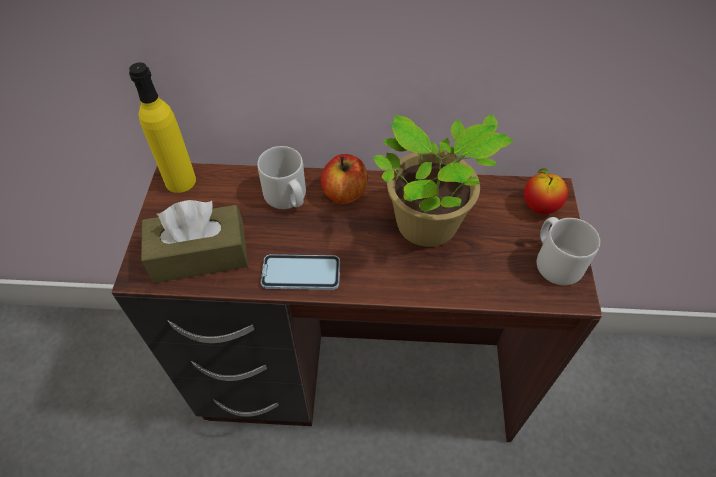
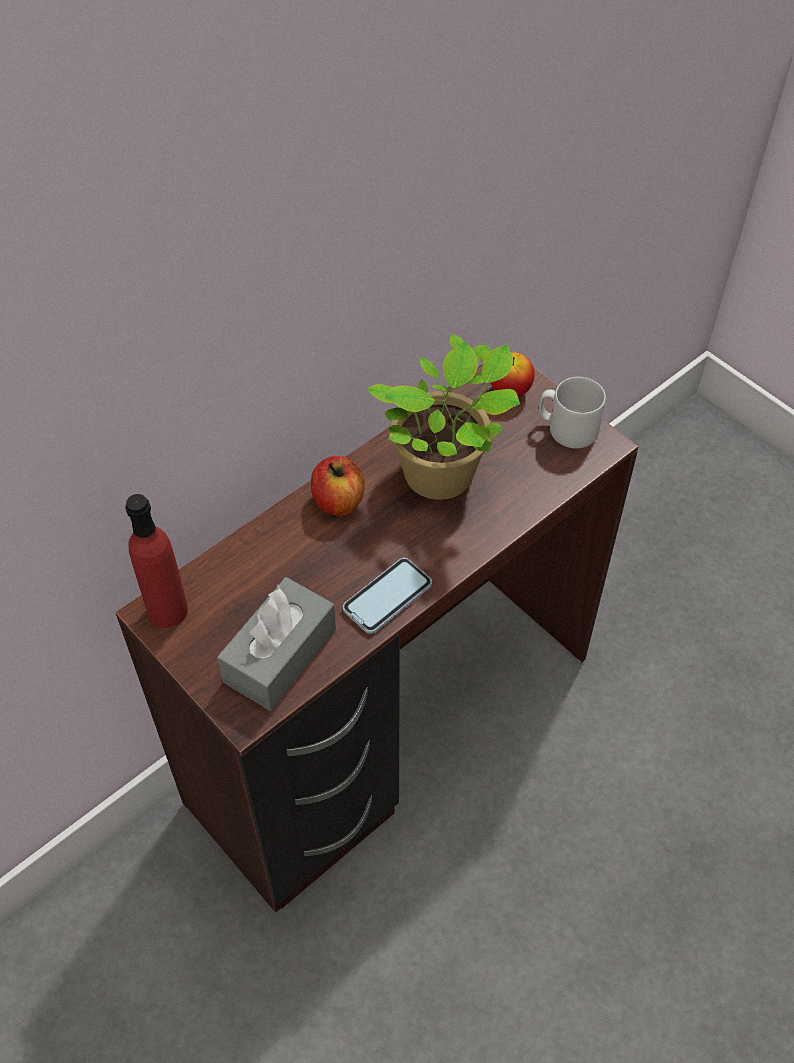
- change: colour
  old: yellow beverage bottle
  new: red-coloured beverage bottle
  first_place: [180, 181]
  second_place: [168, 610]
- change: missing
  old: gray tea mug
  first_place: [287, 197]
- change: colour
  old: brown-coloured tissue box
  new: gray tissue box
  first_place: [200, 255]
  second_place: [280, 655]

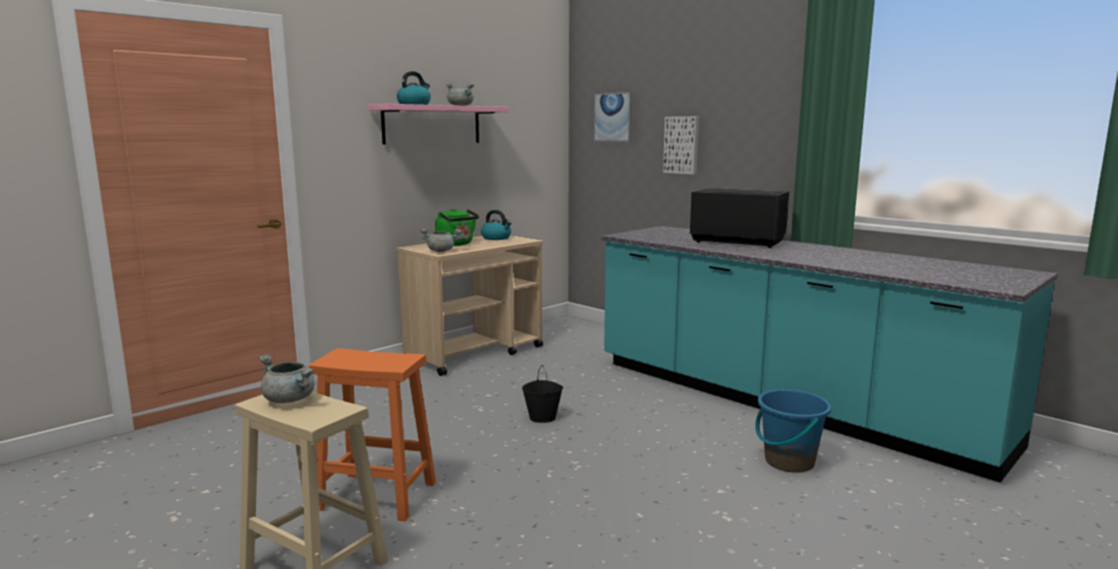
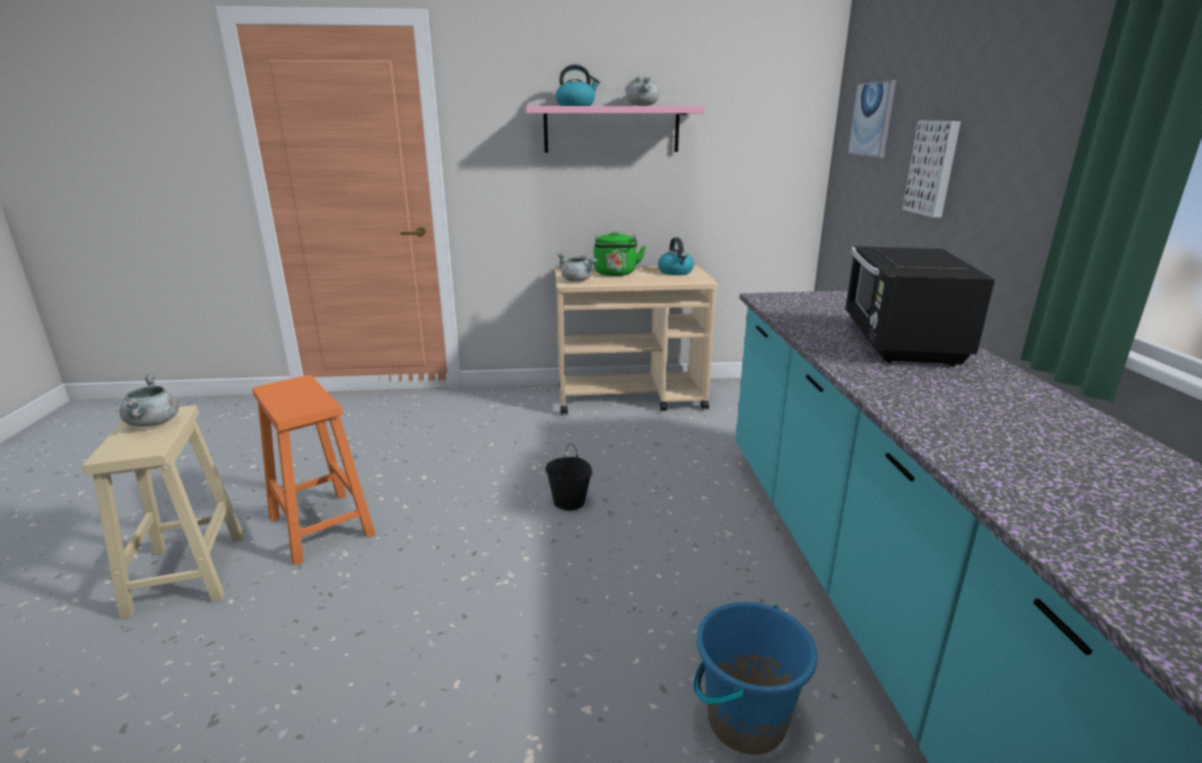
- change: spun
  old: black-coloured microwave
  first_place: [736, 242]
  second_place: [900, 343]
  degrees: -150

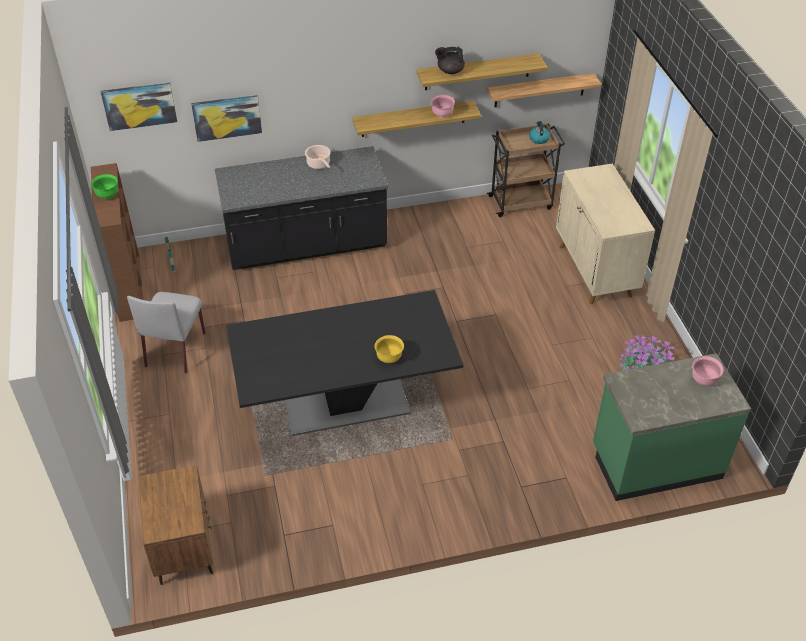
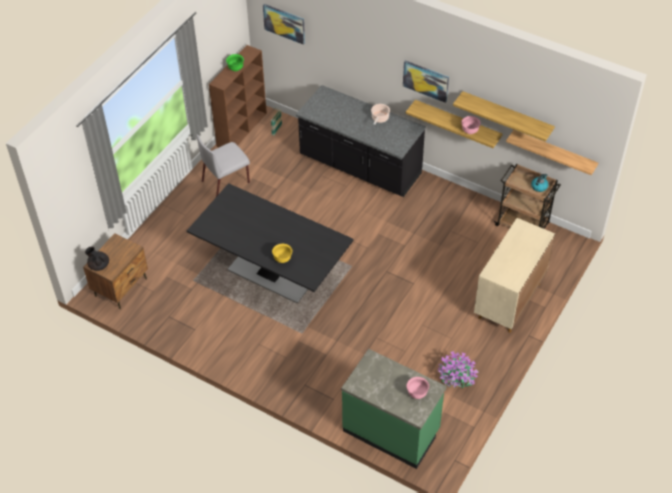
- change: relocated
  old: black-coloured pot for tea
  first_place: [450, 71]
  second_place: [99, 265]
- change: relocated
  old: picture
  first_place: [227, 117]
  second_place: [426, 80]

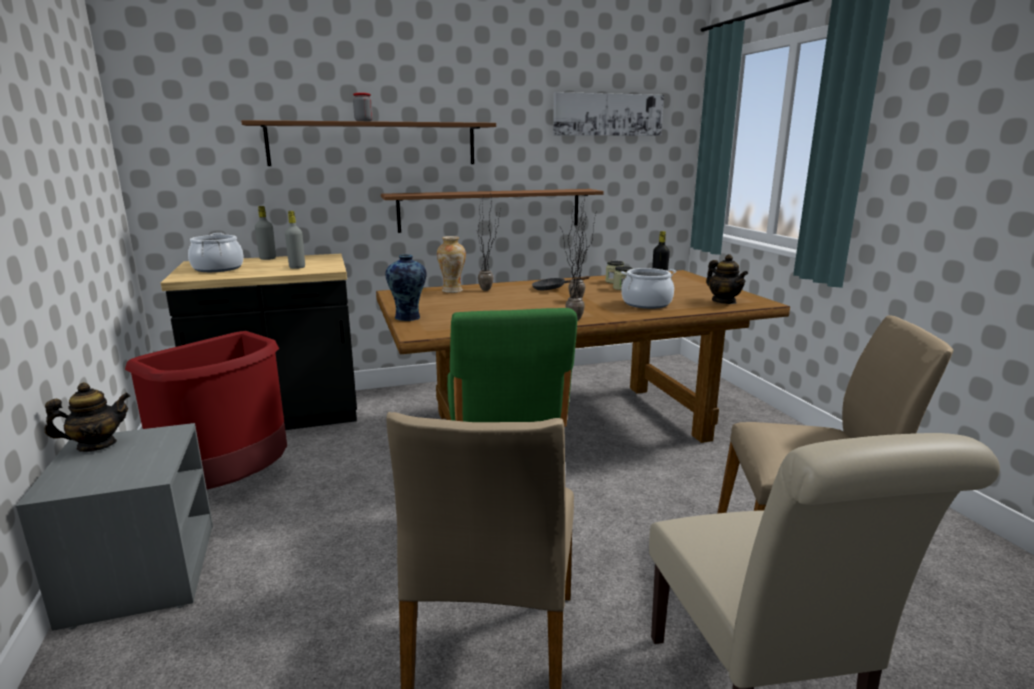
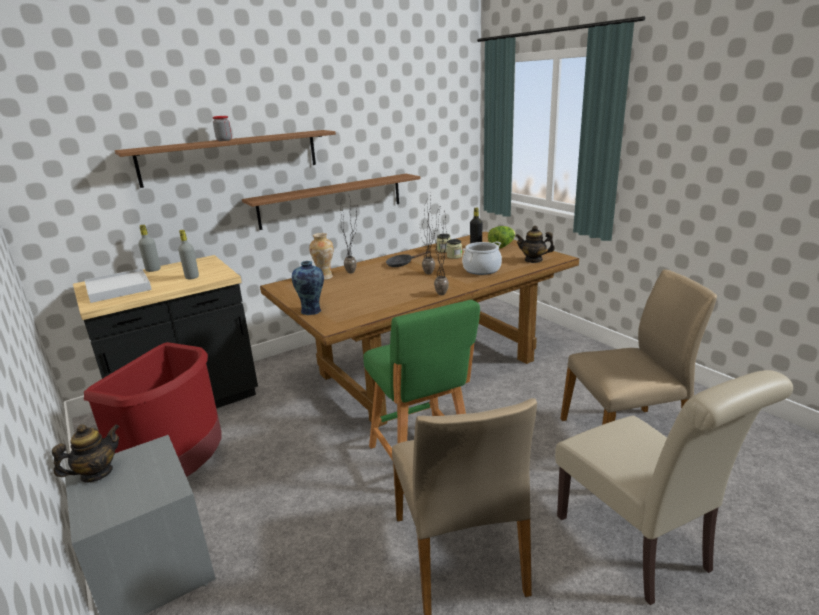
- change: missing
  old: picture
  first_place: [608, 115]
- change: exchanged
  old: cooking pot
  new: whitish tray
  first_place: [218, 268]
  second_place: [118, 288]
- change: spun
  old: pot for tea
  first_place: [724, 301]
  second_place: [533, 260]
  degrees: 150
- change: appeared
  new: head of lettuce
  second_place: [502, 246]

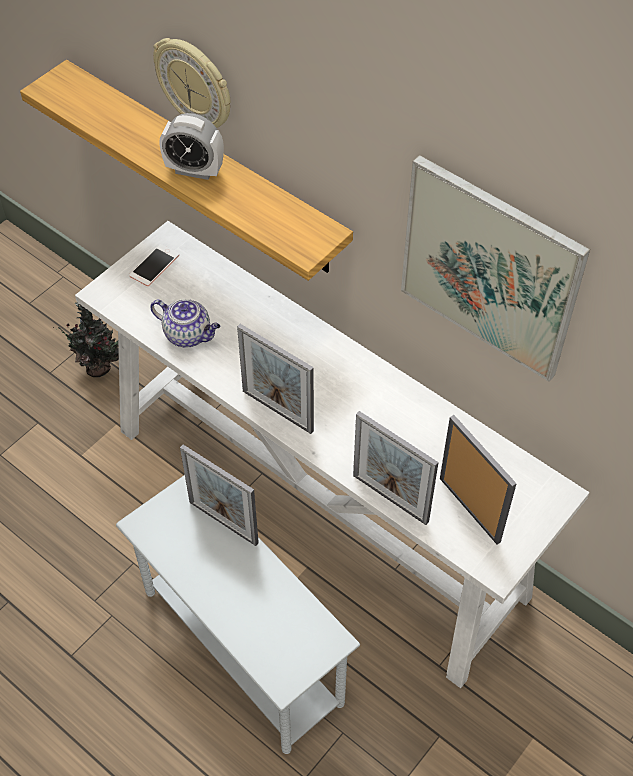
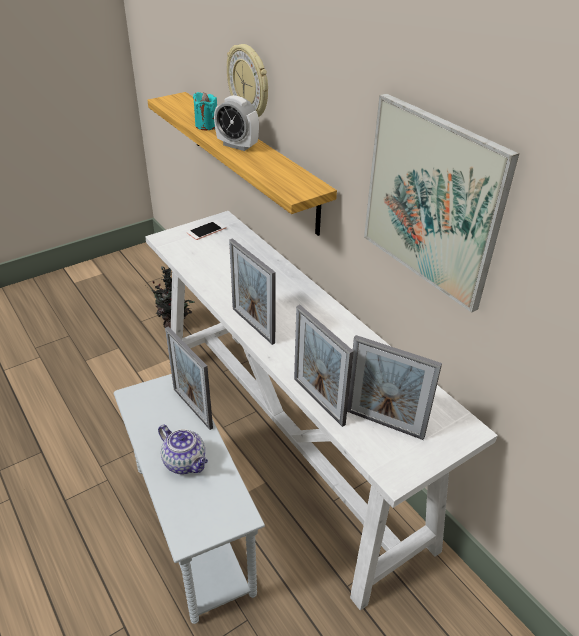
- change: relocated
  old: pot for tea
  first_place: [189, 335]
  second_place: [186, 462]
- change: spun
  old: photo frame
  first_place: [469, 509]
  second_place: [384, 424]
  degrees: 135
- change: appeared
  new: turquoise candle
  second_place: [206, 126]

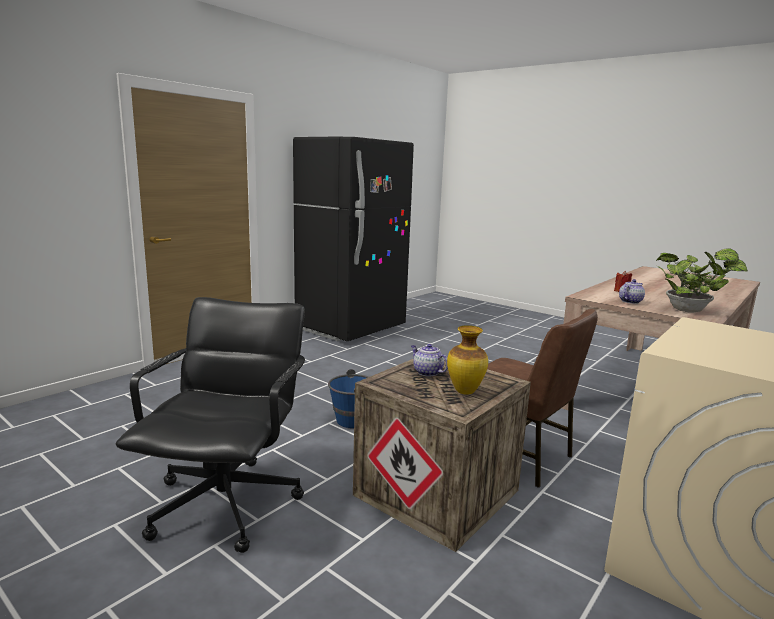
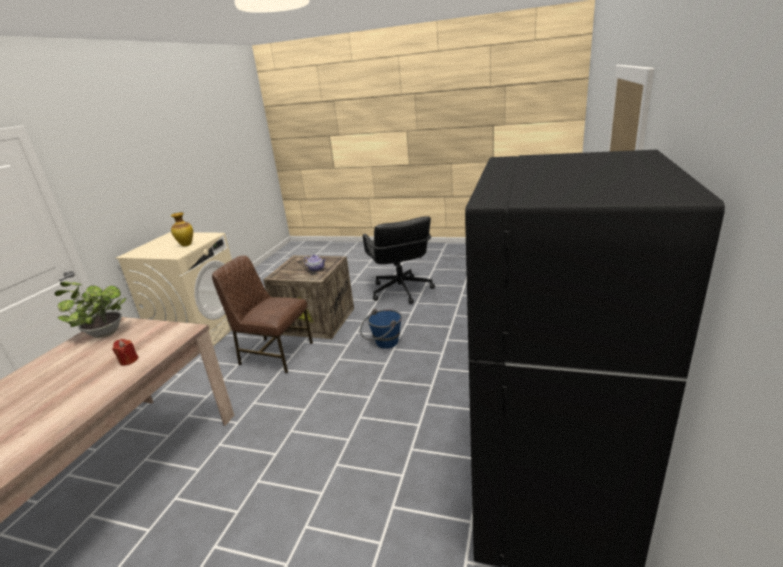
- change: missing
  old: pot for tea
  first_place: [630, 301]
- change: relocated
  old: decorative vase
  first_place: [465, 391]
  second_place: [186, 245]

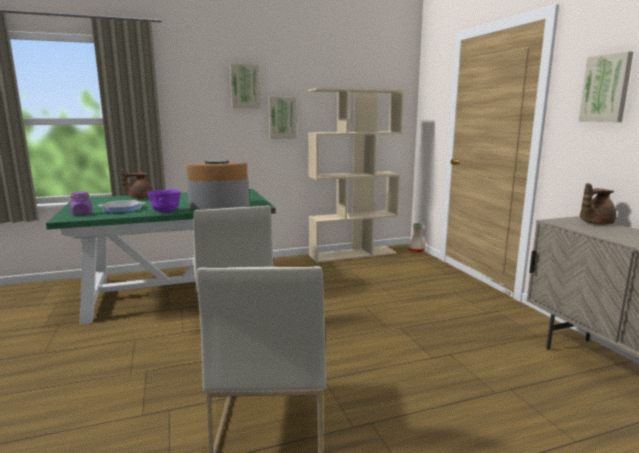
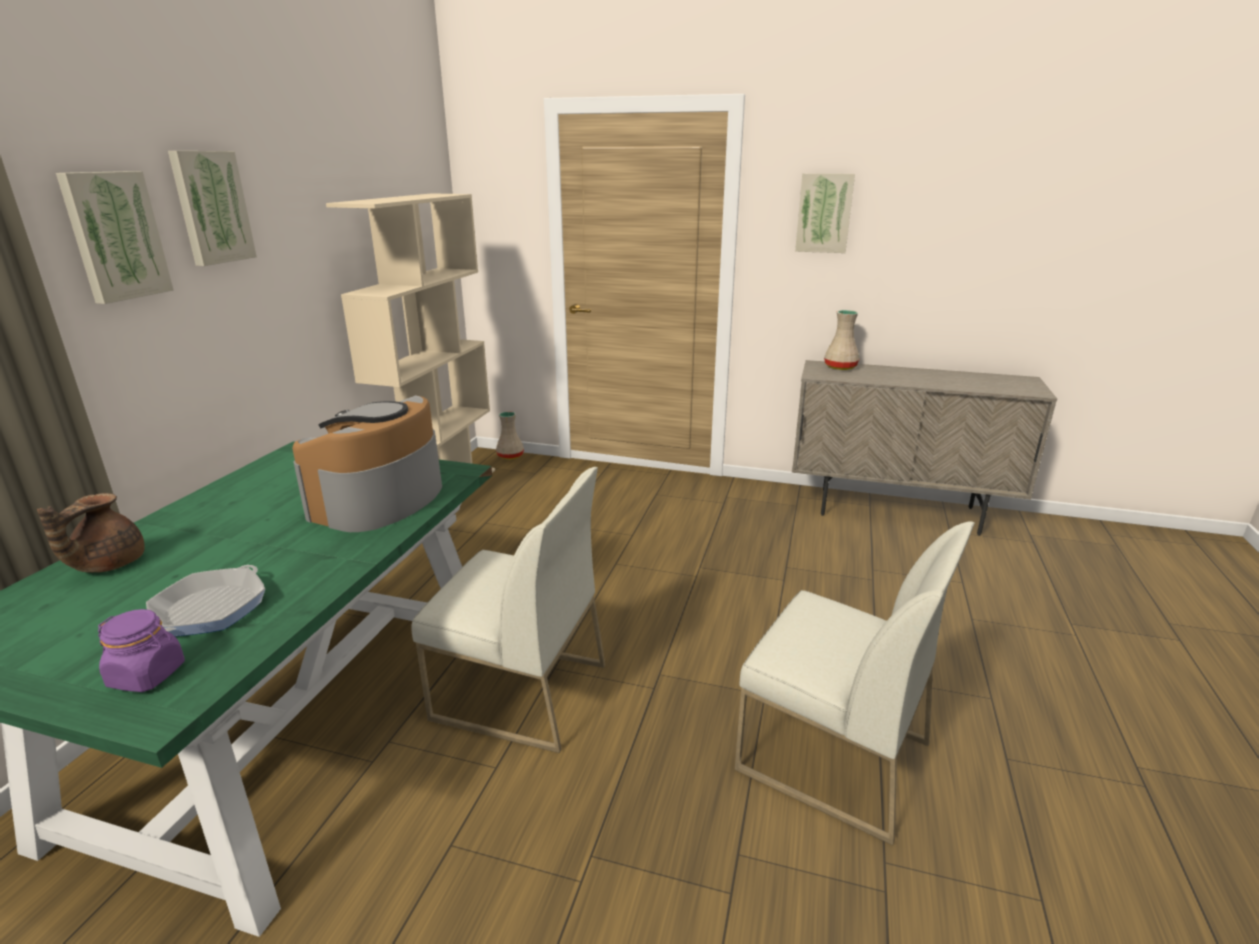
- change: relocated
  old: picture
  first_place: [282, 118]
  second_place: [115, 236]
- change: exchanged
  old: brown-coloured pot for tea
  new: beige decorative vase
  first_place: [594, 223]
  second_place: [839, 367]
- change: missing
  old: purplish serving bowl
  first_place: [165, 212]

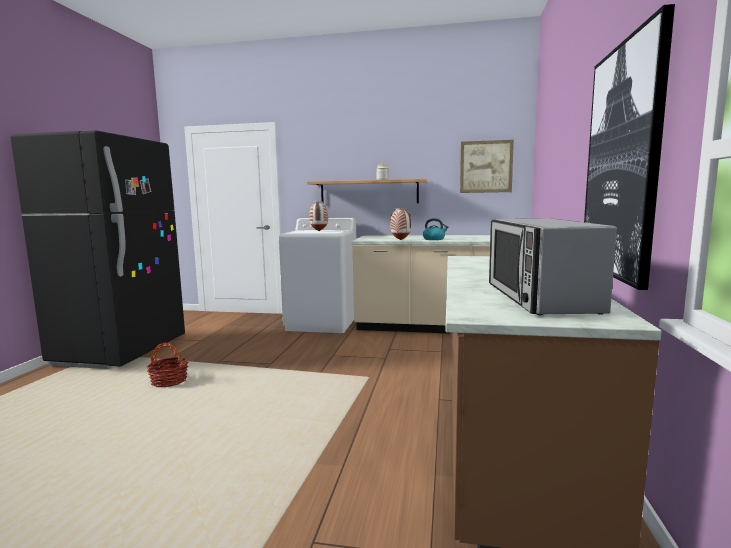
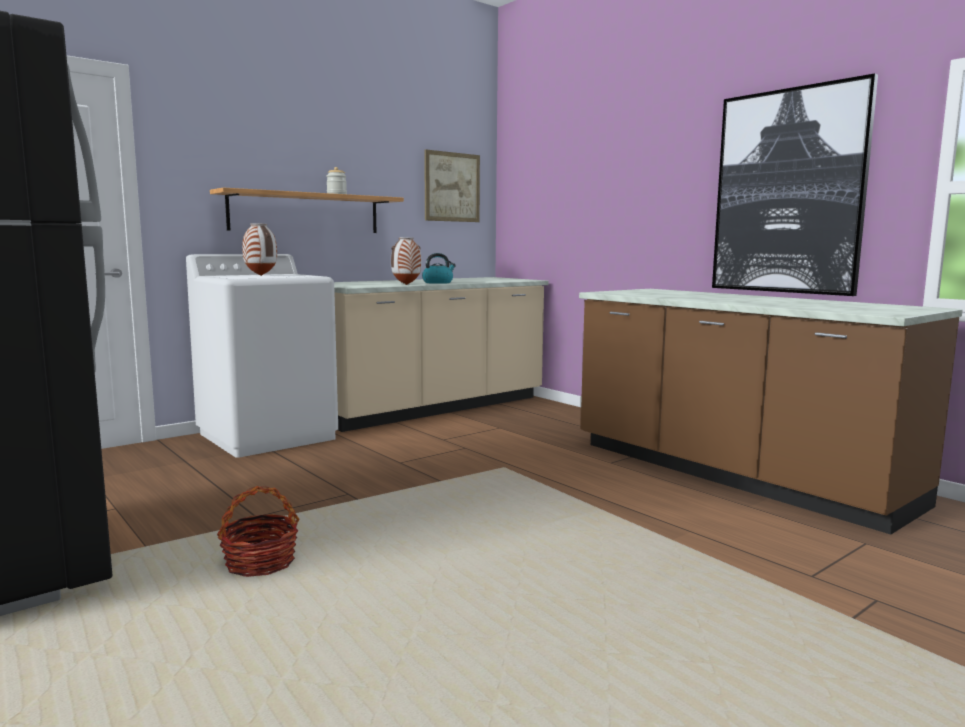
- change: missing
  old: microwave
  first_place: [539, 298]

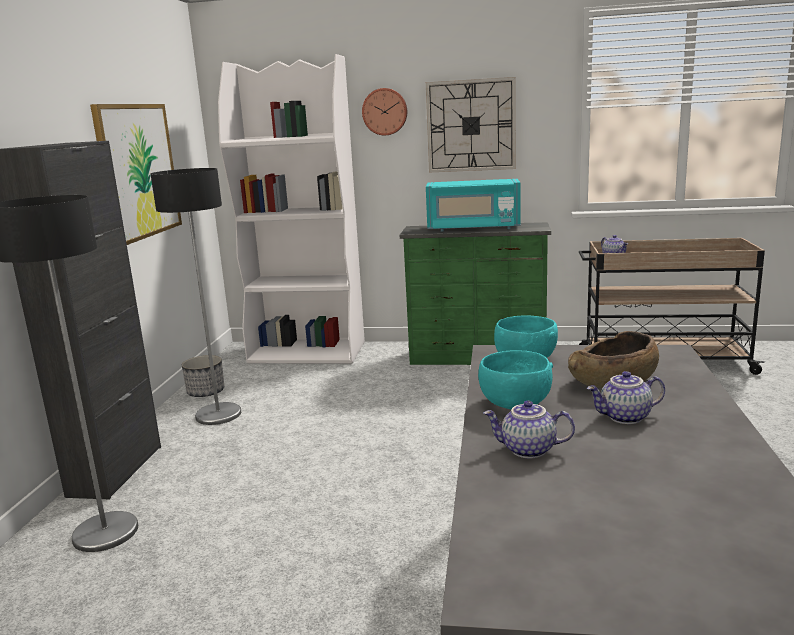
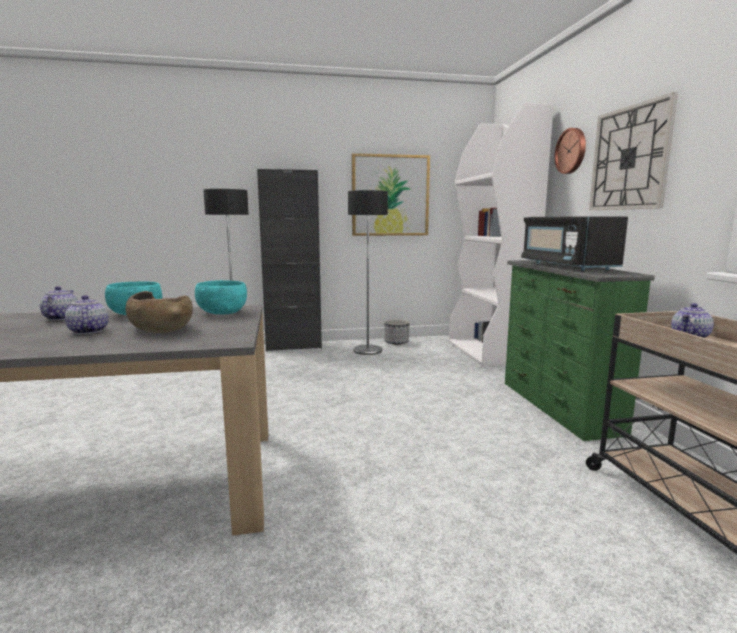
- change: colour
  old: turquoise microwave
  new: black-coloured microwave
  first_place: [473, 228]
  second_place: [566, 266]

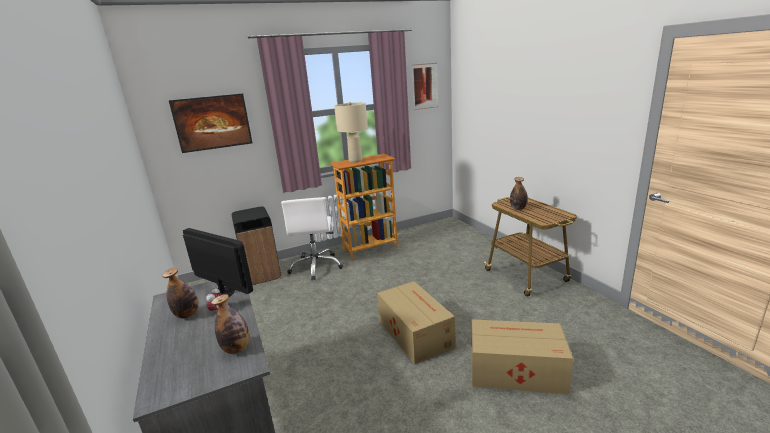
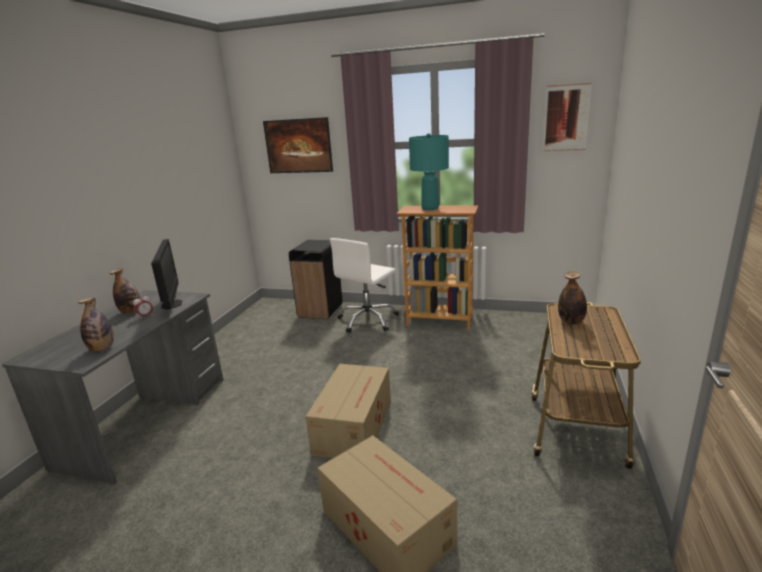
- change: colour
  old: beige table lamp
  new: turquoise table lamp
  first_place: [355, 161]
  second_place: [430, 208]

